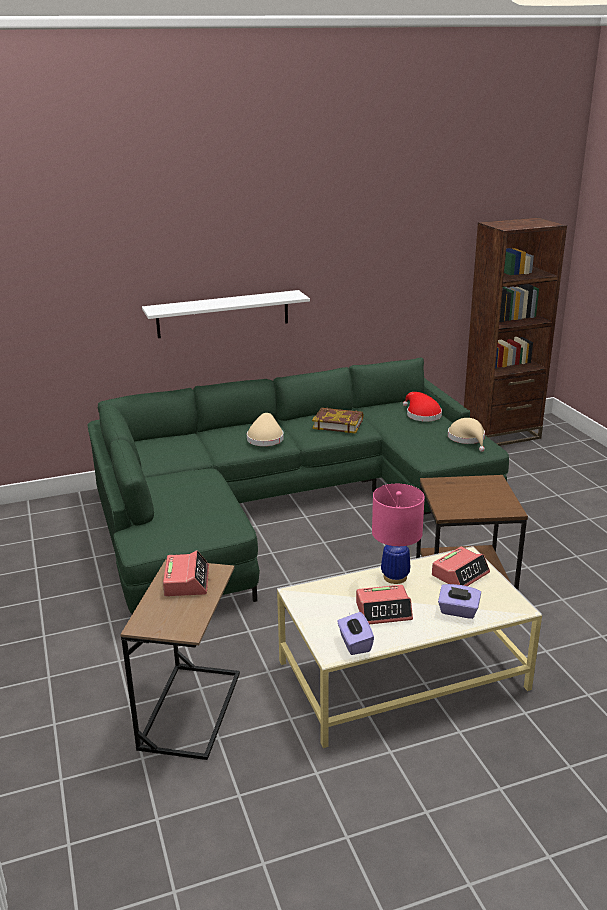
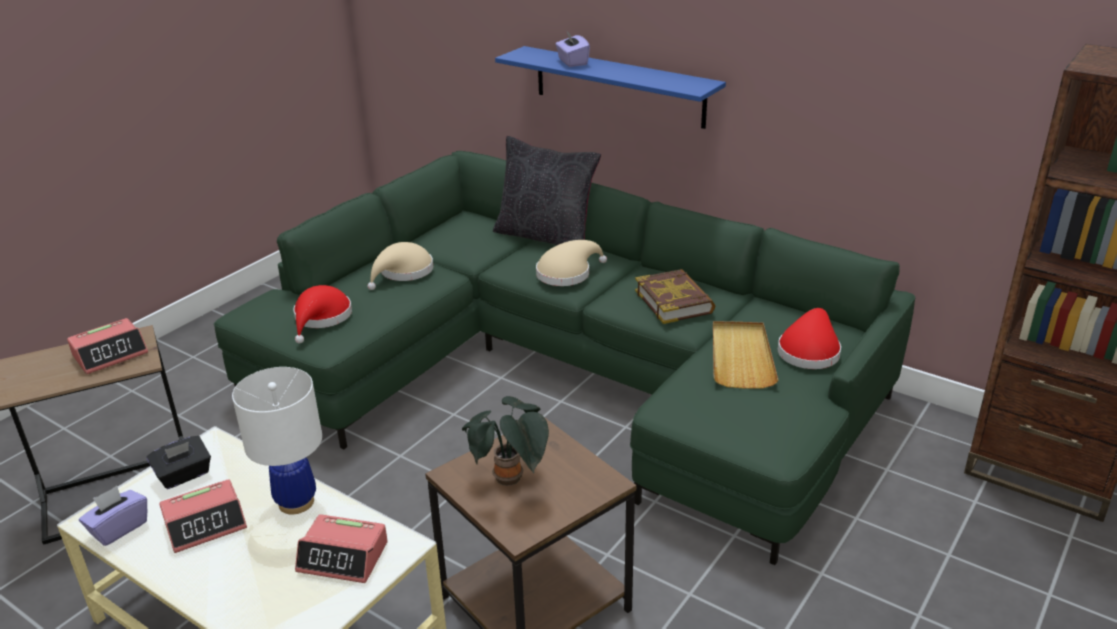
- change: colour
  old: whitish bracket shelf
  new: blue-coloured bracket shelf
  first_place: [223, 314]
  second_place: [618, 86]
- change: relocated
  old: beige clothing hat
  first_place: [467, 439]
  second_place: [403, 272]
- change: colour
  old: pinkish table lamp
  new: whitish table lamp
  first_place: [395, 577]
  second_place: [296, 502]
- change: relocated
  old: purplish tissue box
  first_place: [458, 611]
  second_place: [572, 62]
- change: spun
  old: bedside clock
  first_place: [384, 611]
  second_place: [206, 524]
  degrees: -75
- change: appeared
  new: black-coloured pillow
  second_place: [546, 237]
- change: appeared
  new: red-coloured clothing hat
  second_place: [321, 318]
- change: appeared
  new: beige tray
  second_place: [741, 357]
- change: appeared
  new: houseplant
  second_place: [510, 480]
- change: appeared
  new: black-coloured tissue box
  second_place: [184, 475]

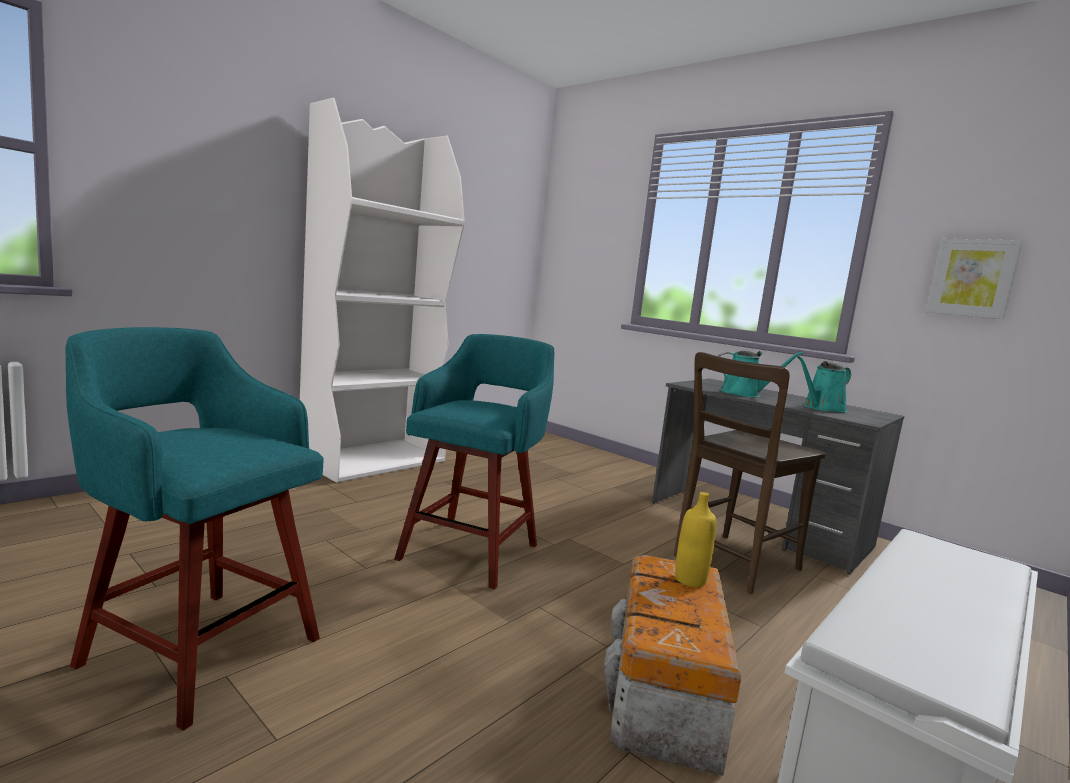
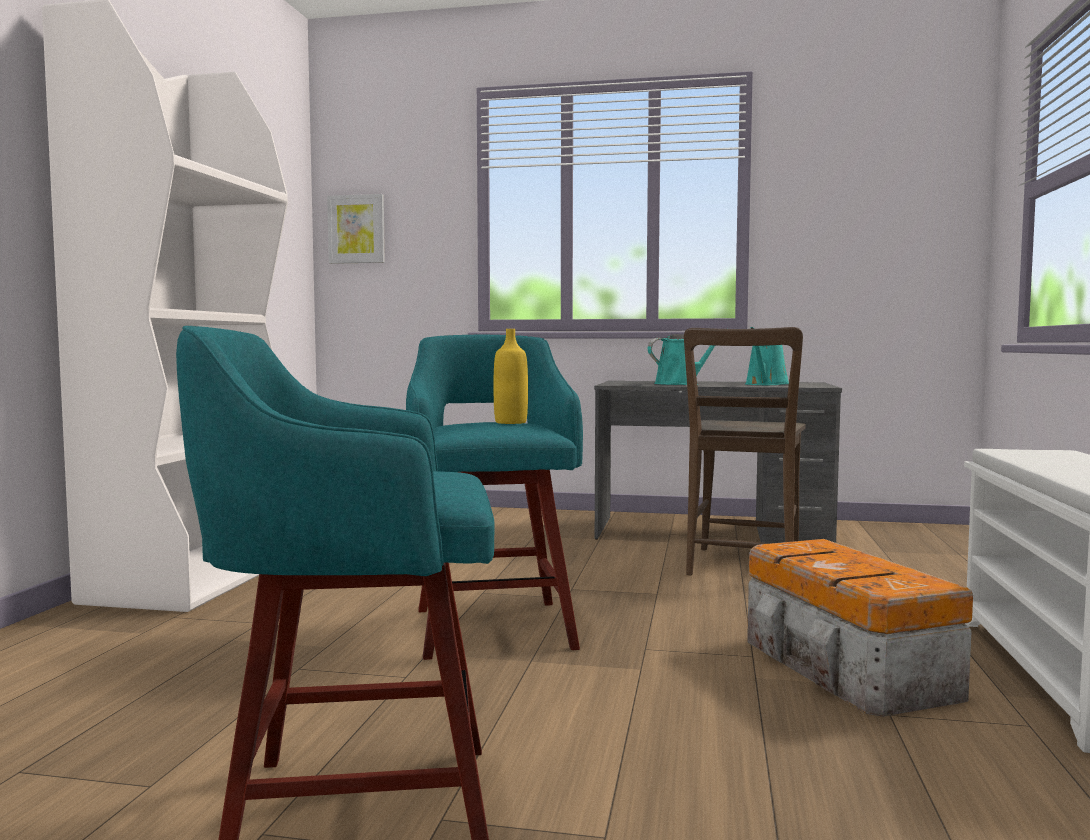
- change: relocated
  old: picture
  first_place: [972, 278]
  second_place: [356, 229]
- change: relocated
  old: yellow beverage bottle
  first_place: [690, 580]
  second_place: [510, 422]

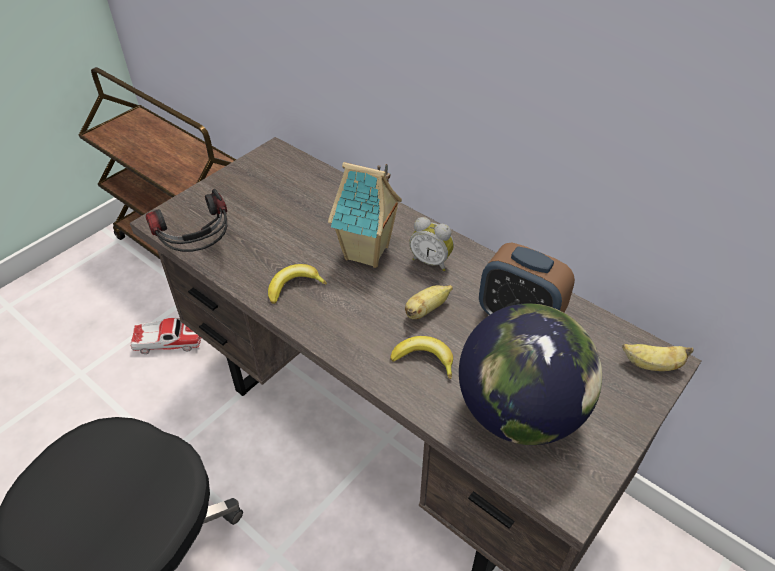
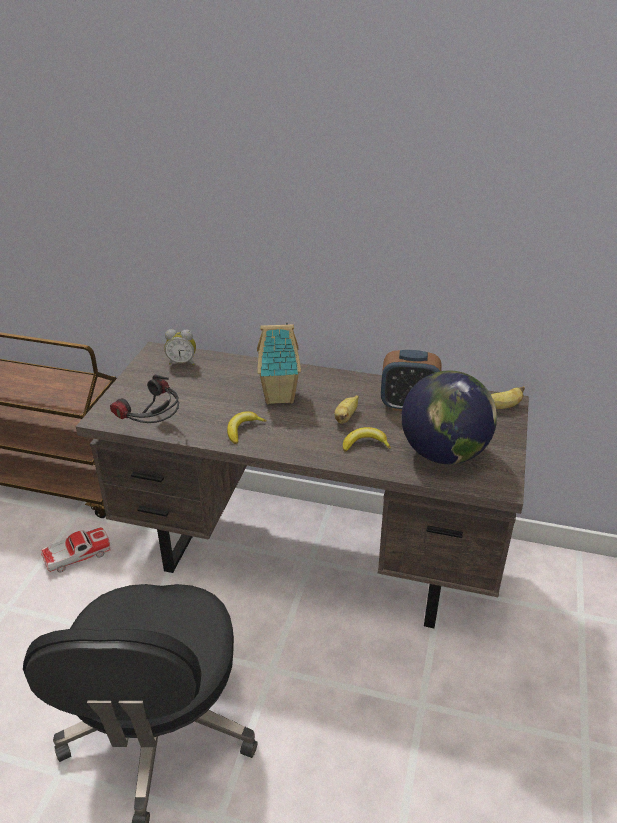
- change: relocated
  old: bedside clock
  first_place: [431, 261]
  second_place: [182, 362]

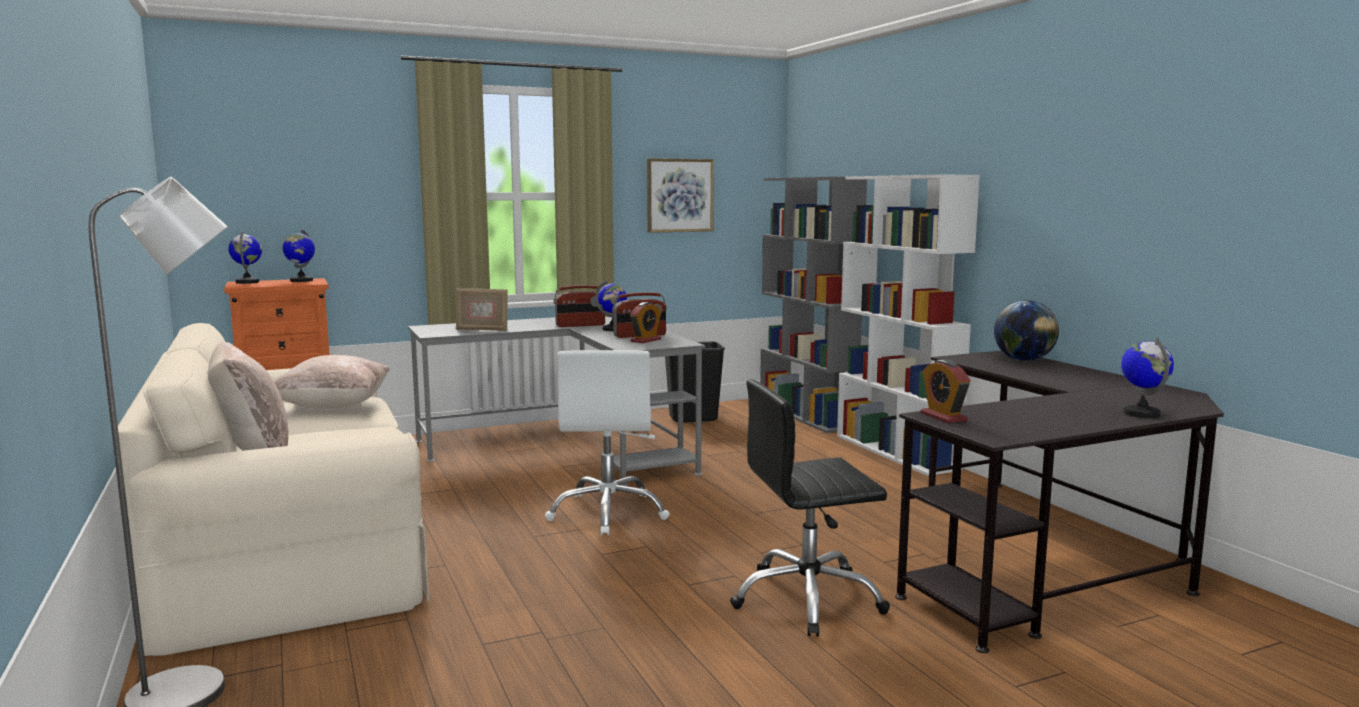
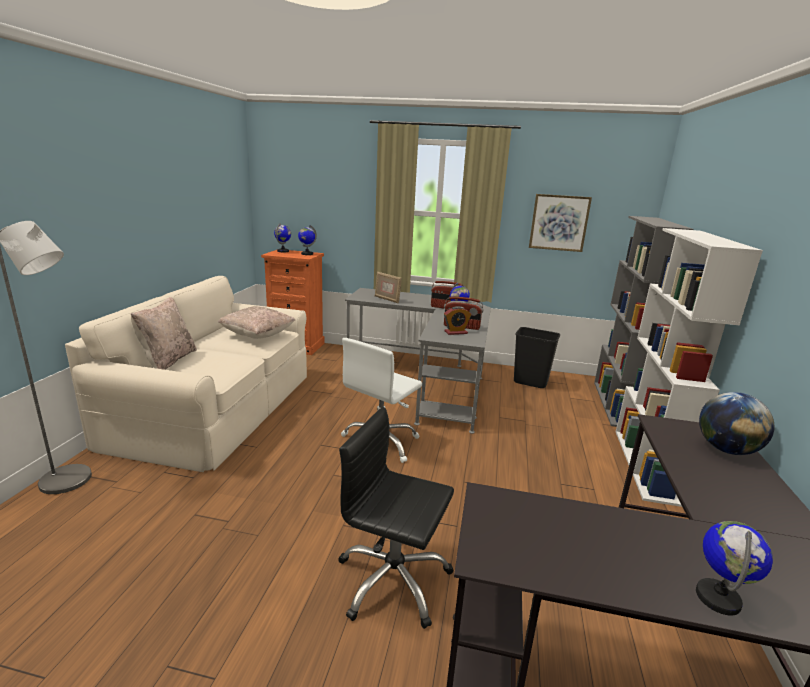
- change: missing
  old: bedside clock
  first_place: [943, 417]

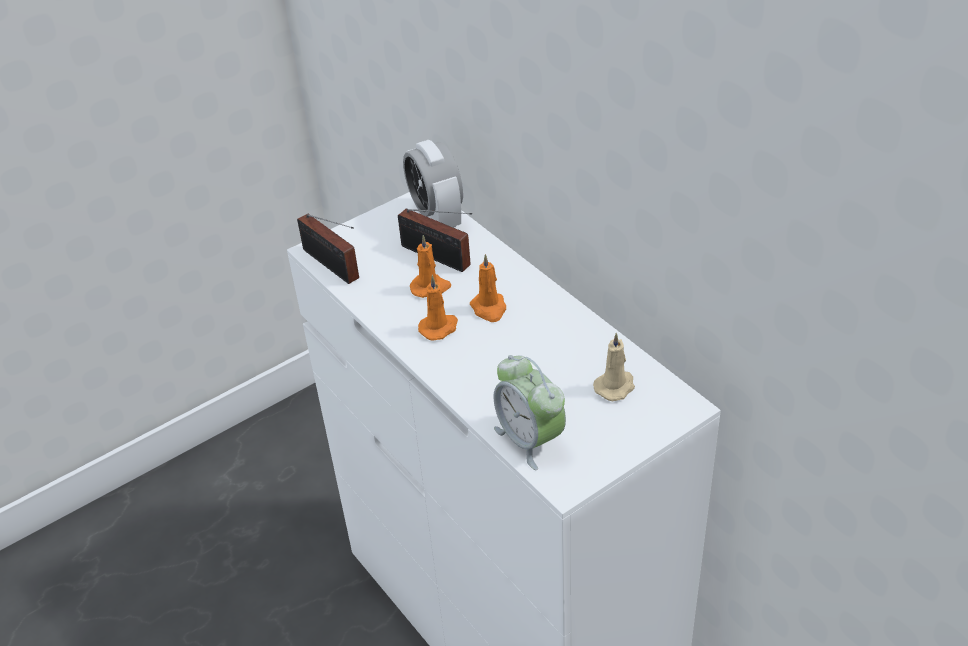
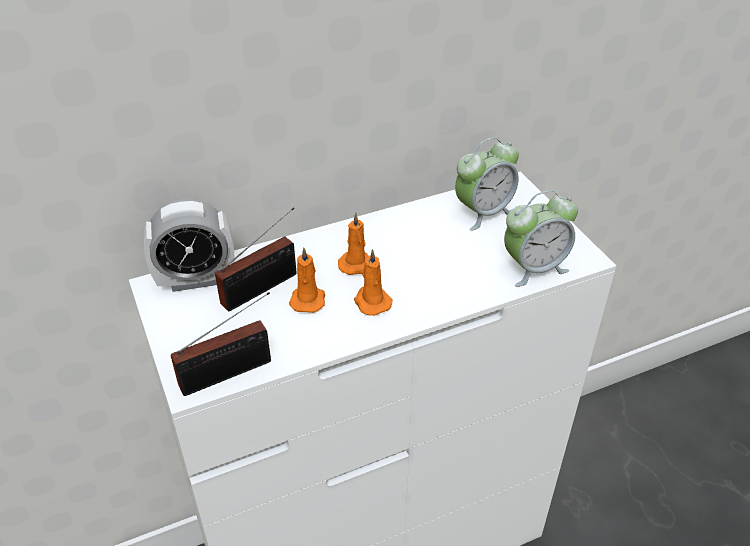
- change: exchanged
  old: beige candle
  new: bedside clock
  first_place: [615, 386]
  second_place: [483, 212]

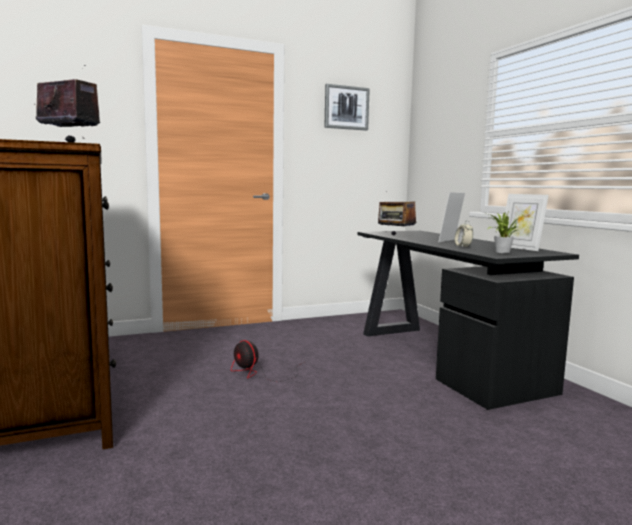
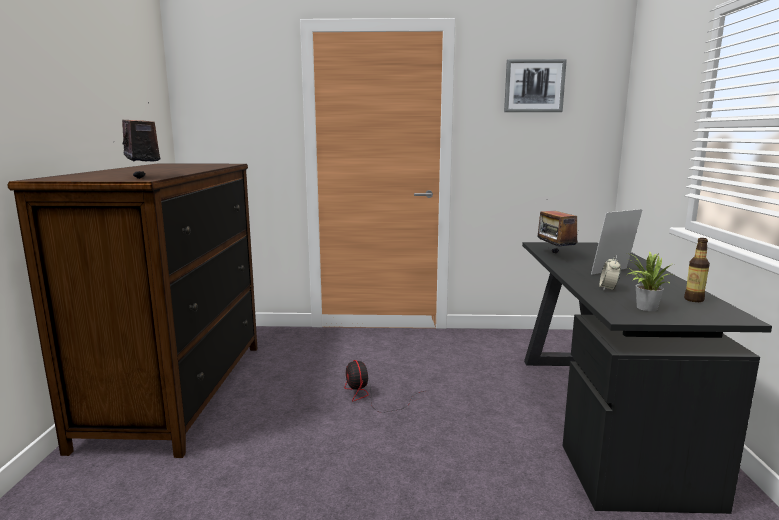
- change: exchanged
  old: photo frame
  new: beverage bottle
  first_place: [520, 248]
  second_place: [694, 299]

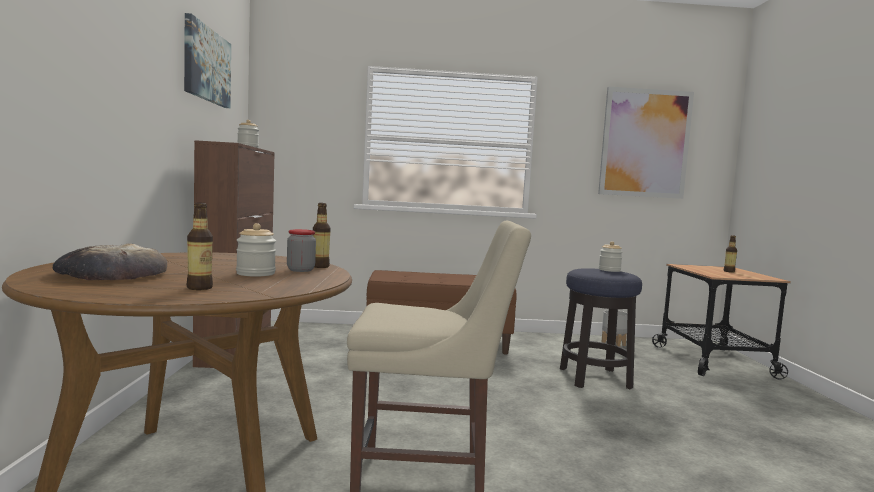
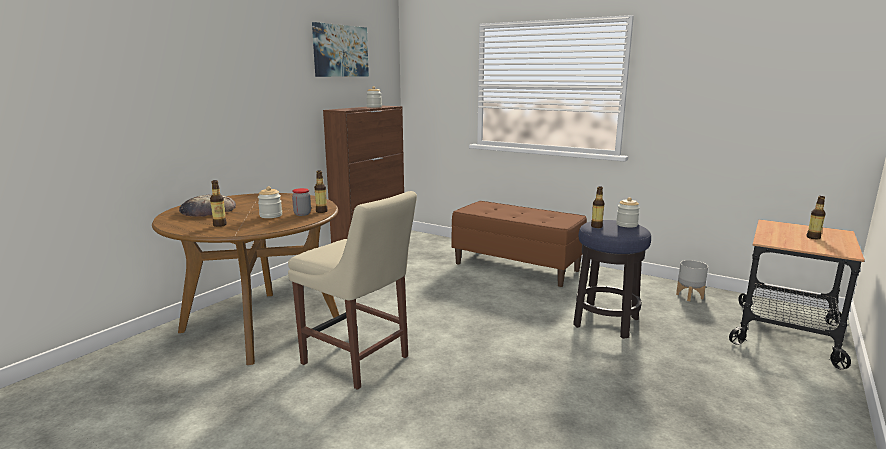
- change: missing
  old: picture
  first_place: [645, 143]
- change: appeared
  new: beverage bottle
  second_place: [596, 226]

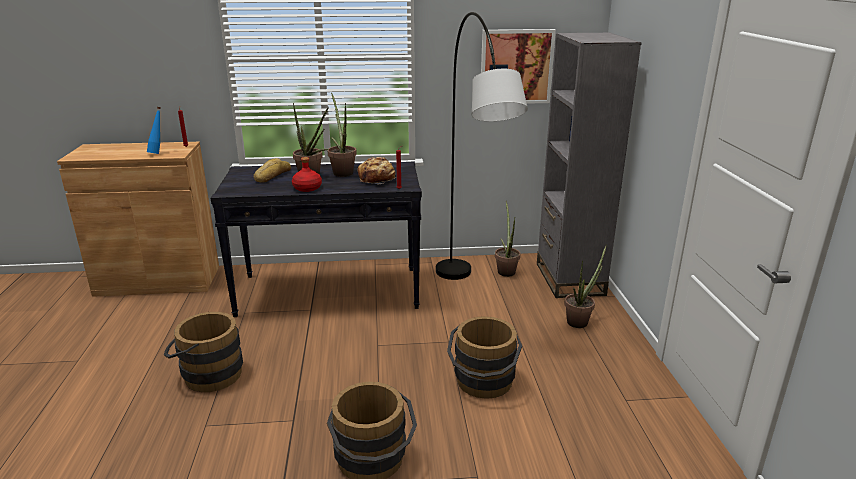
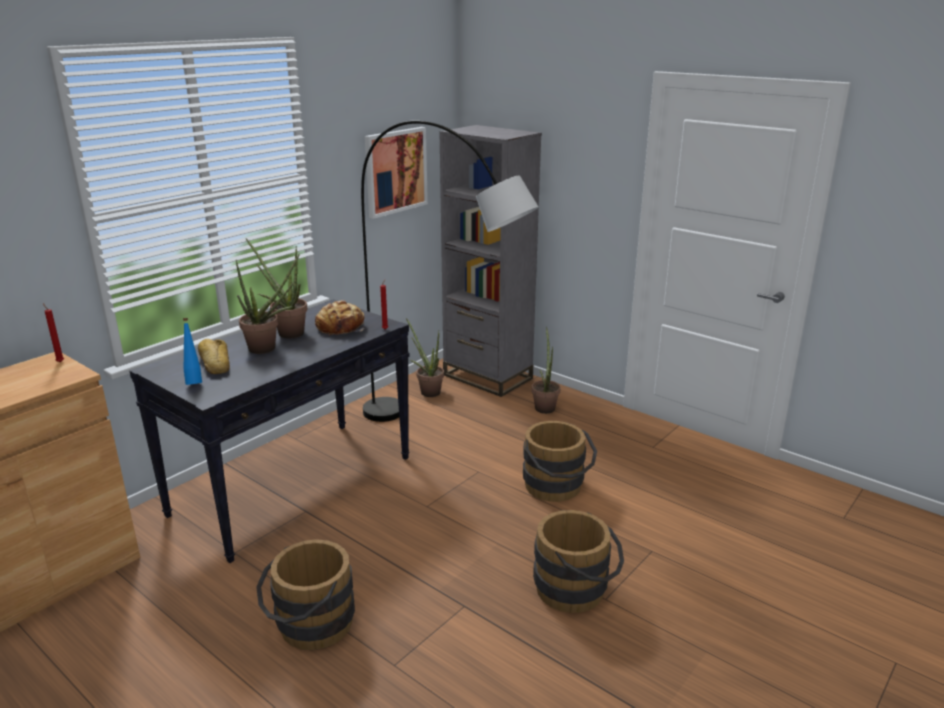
- change: relocated
  old: blue-coloured beverage bottle
  first_place: [158, 153]
  second_place: [194, 382]
- change: missing
  old: red-coloured beverage bottle
  first_place: [307, 188]

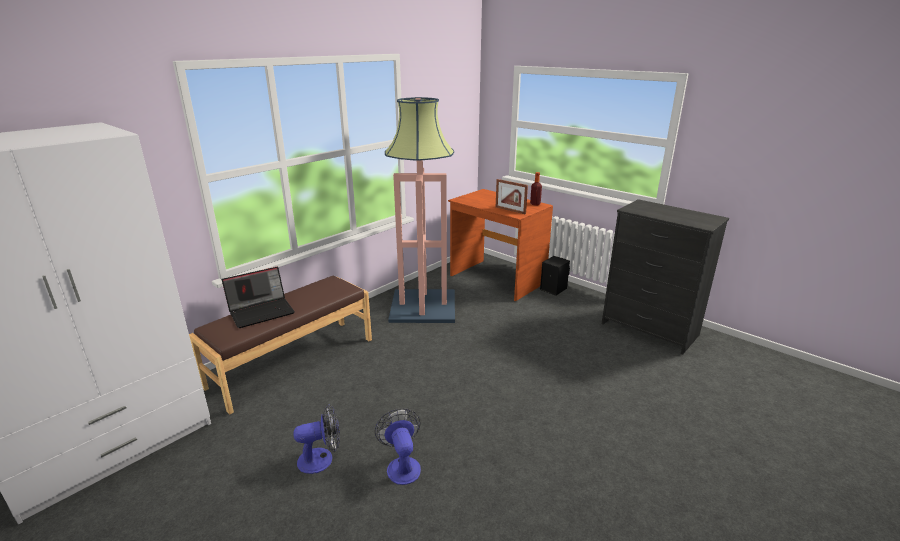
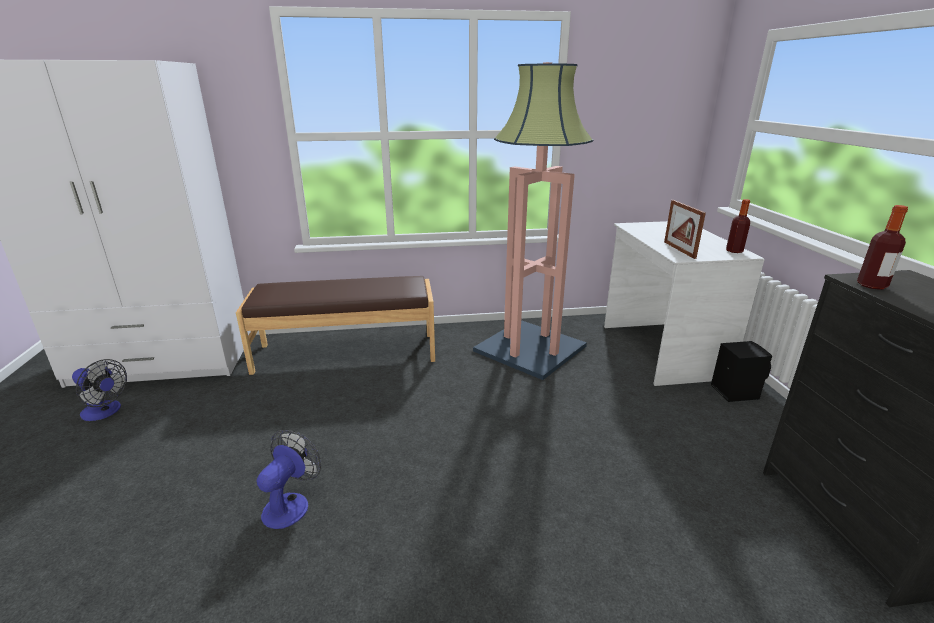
- change: colour
  old: brown-coloured desk table
  new: whitish desk table
  first_place: [496, 279]
  second_place: [660, 351]
- change: missing
  old: notebook computer
  first_place: [262, 311]
- change: relocated
  old: cooling fan
  first_place: [322, 459]
  second_place: [105, 412]
- change: appeared
  new: beverage bottle
  second_place: [871, 285]

